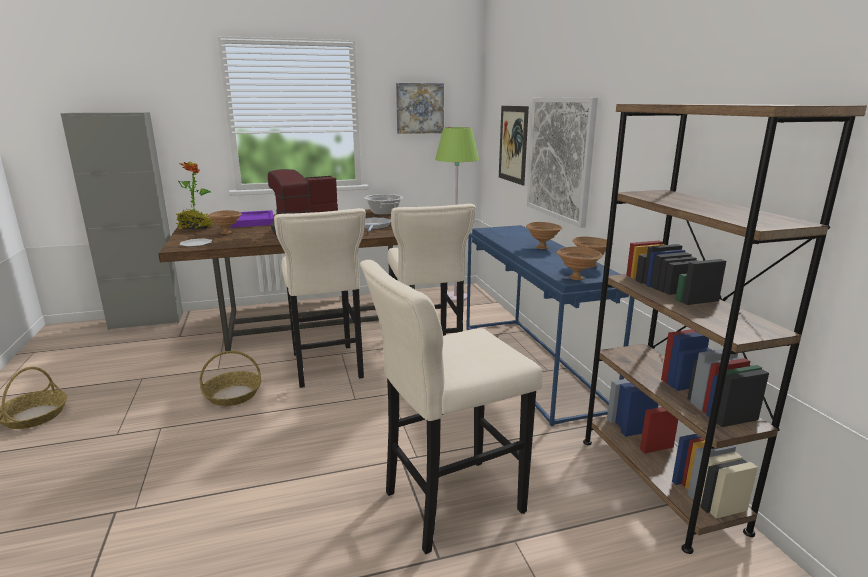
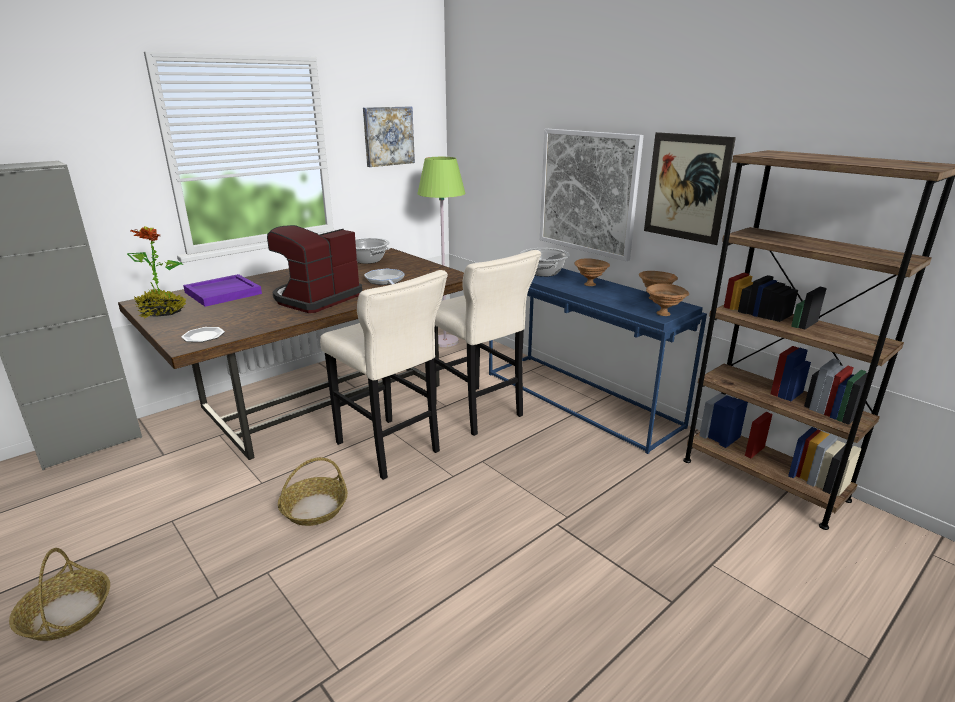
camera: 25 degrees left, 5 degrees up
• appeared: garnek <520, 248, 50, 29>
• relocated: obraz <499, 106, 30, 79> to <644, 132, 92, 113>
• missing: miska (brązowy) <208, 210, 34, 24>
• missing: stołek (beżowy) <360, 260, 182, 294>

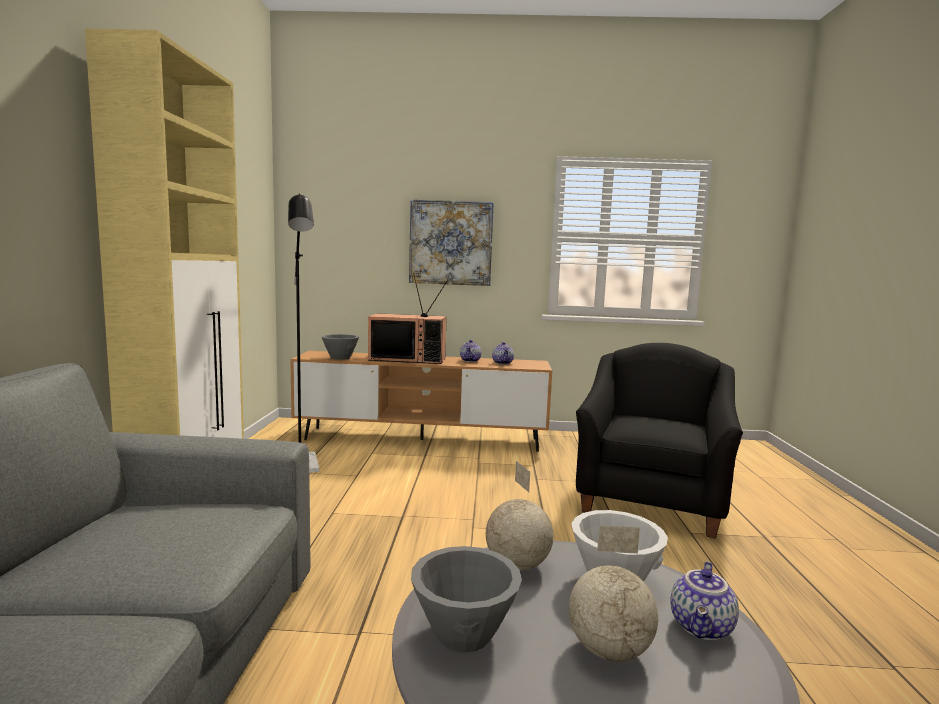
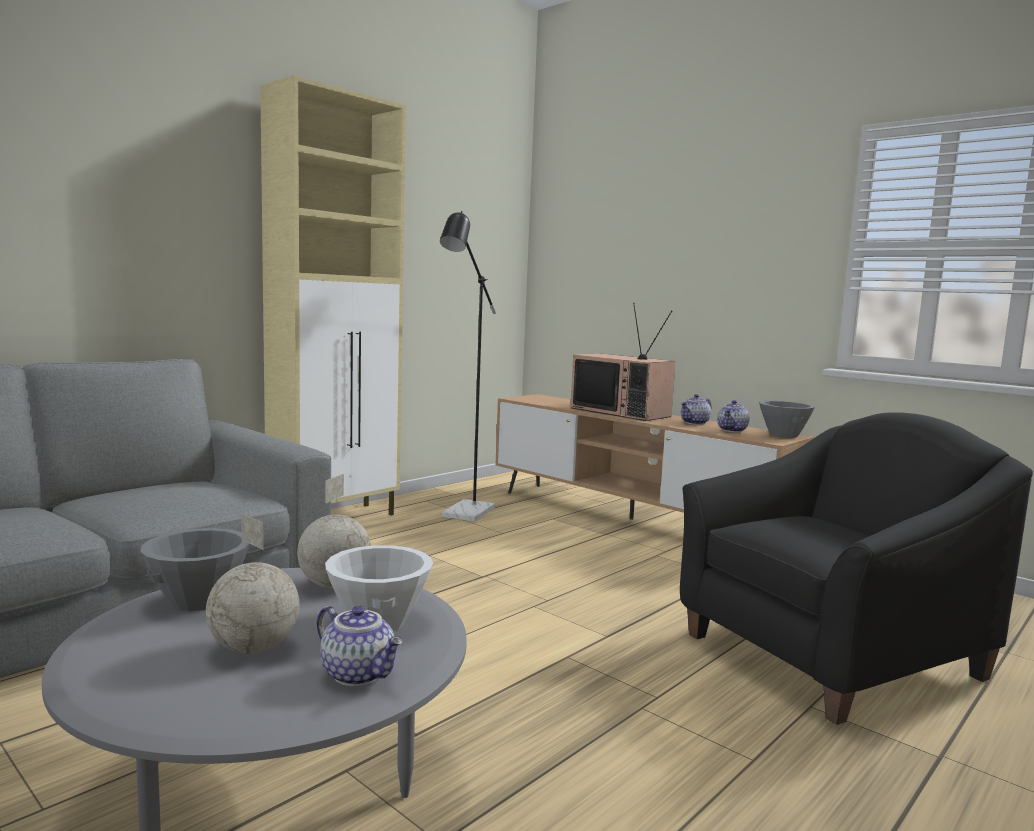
camera: 40 degrees right, 0 degrees up
• spun: imbryk <670, 561, 69, 79> = <317, 606, 86, 80> 120 degrees counterclockwise
• relocated: miska (szary) <322, 334, 37, 26> to <759, 401, 56, 37>
• missing: obraz <409, 200, 85, 86>

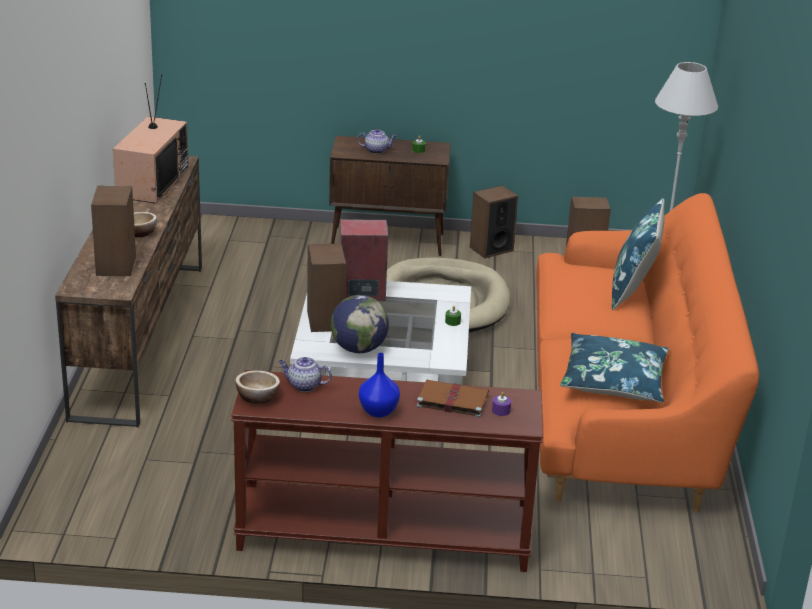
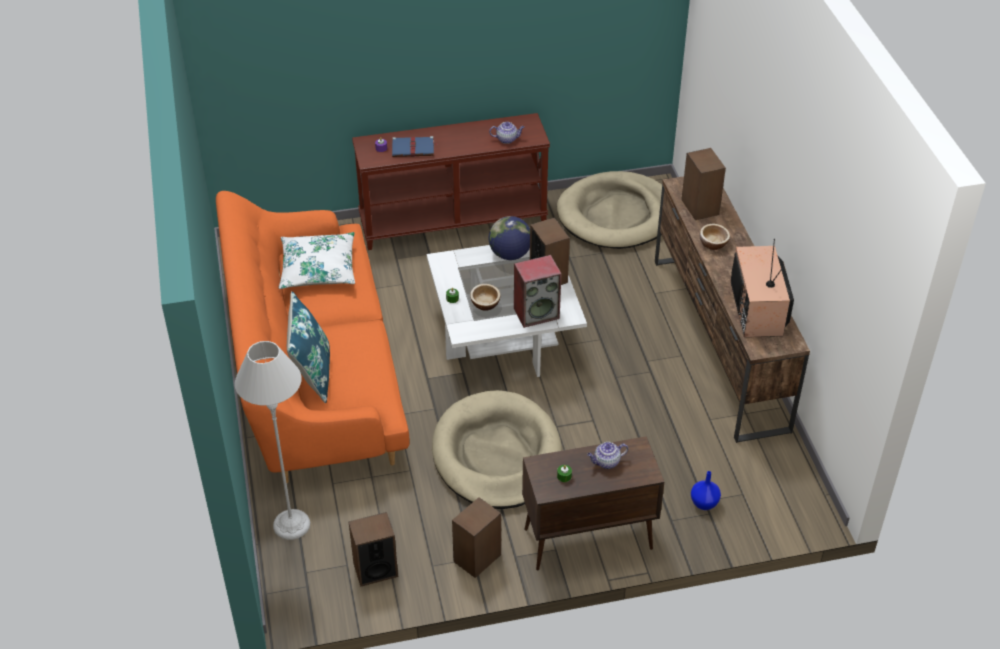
camera: 165 degrees right, 15 degrees up
• colour: poduszka (niebieski) <560, 333, 109, 70> to poduszka (biały) <279, 232, 76, 57>
• colour: książka (brązowy) <412, 380, 77, 38> to książka (niebieski) <392, 136, 45, 21>
• relocated: miska <235, 371, 45, 33> to <470, 284, 30, 27>
• appeared: legowisko (beżowy) <557, 171, 105, 78>
• relocated: wazon (niebieski) <359, 353, 41, 65> to <691, 471, 30, 39>

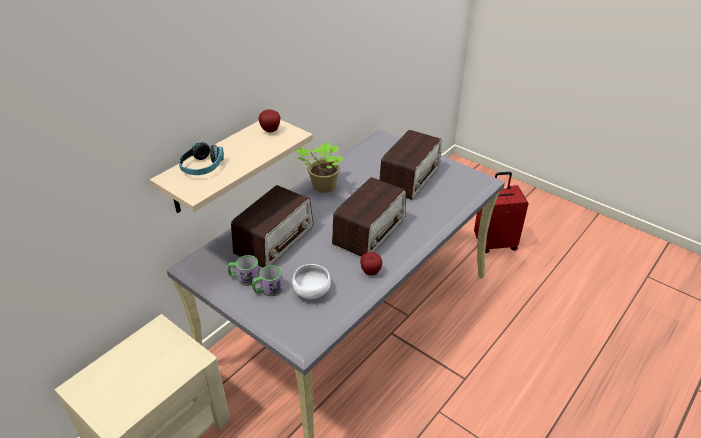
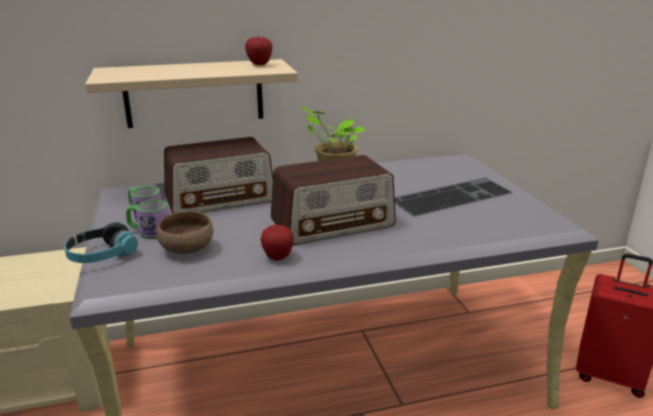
camera: 35 degrees right, 15 degrees down
• relocated: słuchawki <179, 142, 45, 33> to <64, 222, 74, 41>
• colour: miska (biały) <292, 264, 39, 35> to miska (brązowy) <157, 211, 56, 43>
• exchanged: radio <379, 130, 63, 70> to klawiatura <395, 178, 118, 39>

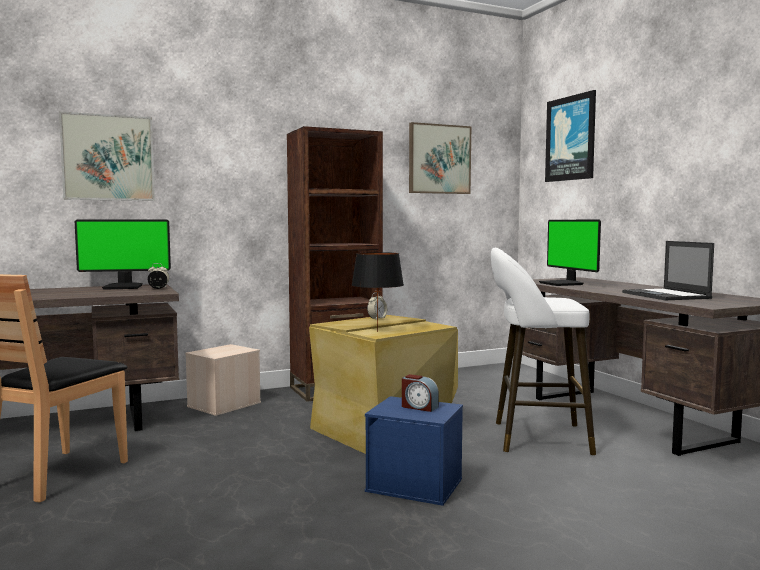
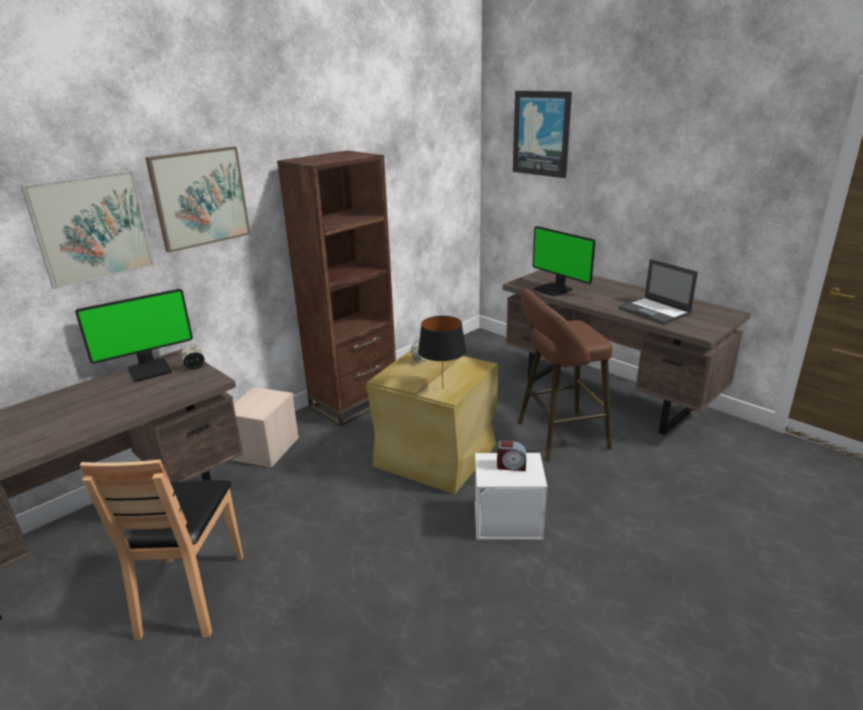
camera: 20 degrees left, 20 degrees up
• relocated: obraz <409, 122, 62, 72> to <145, 146, 105, 107>
• colour: pojemnik do przechowywania (niebieski) <365, 396, 98, 110> to pojemnik do przechowywania (biały) <475, 453, 72, 87>
• colour: stołek (biały) <491, 247, 105, 208> to stołek (brązowy) <518, 289, 95, 172>

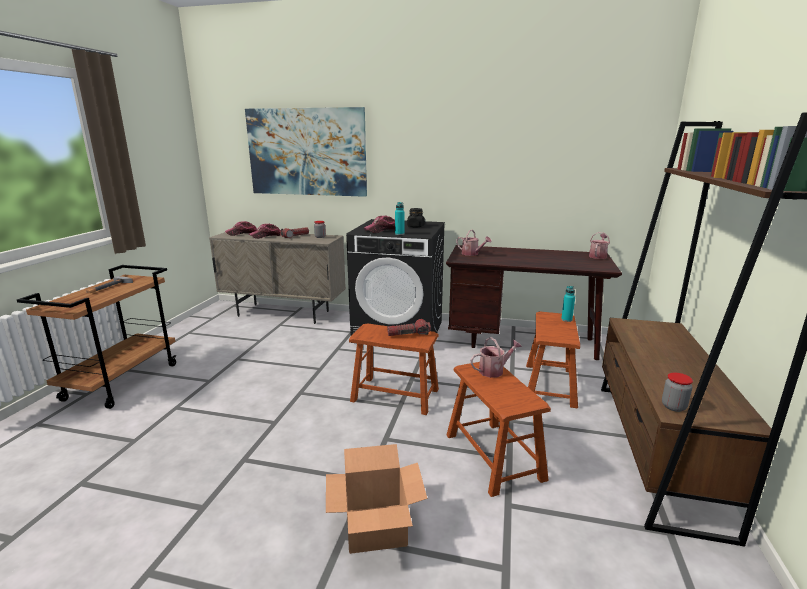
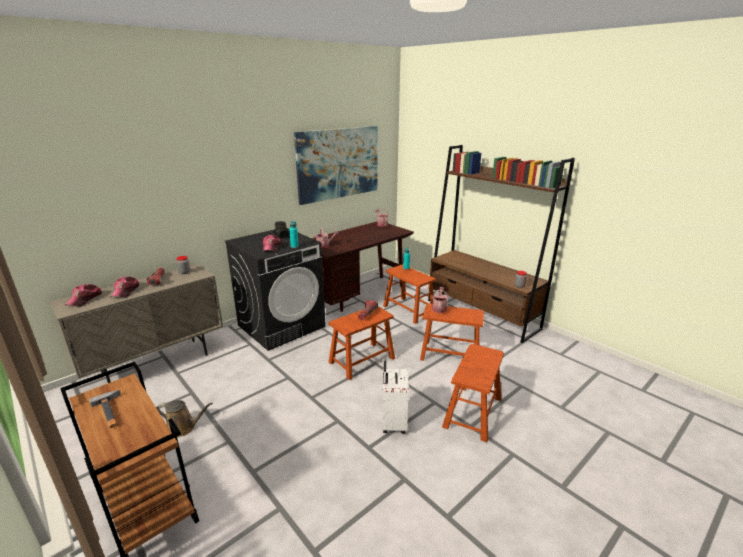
camera: 55 degrees left, 5 degrees up
• appeared: konewka (brązowy) <156, 400, 57, 38>
• relocated: obraz <245, 107, 122, 90> to <294, 126, 84, 79>
• appeared: walizka (biały) <382, 361, 27, 73>
• exchanged: karton <326, 444, 101, 110> to stołek (brązowy) <442, 344, 62, 98>

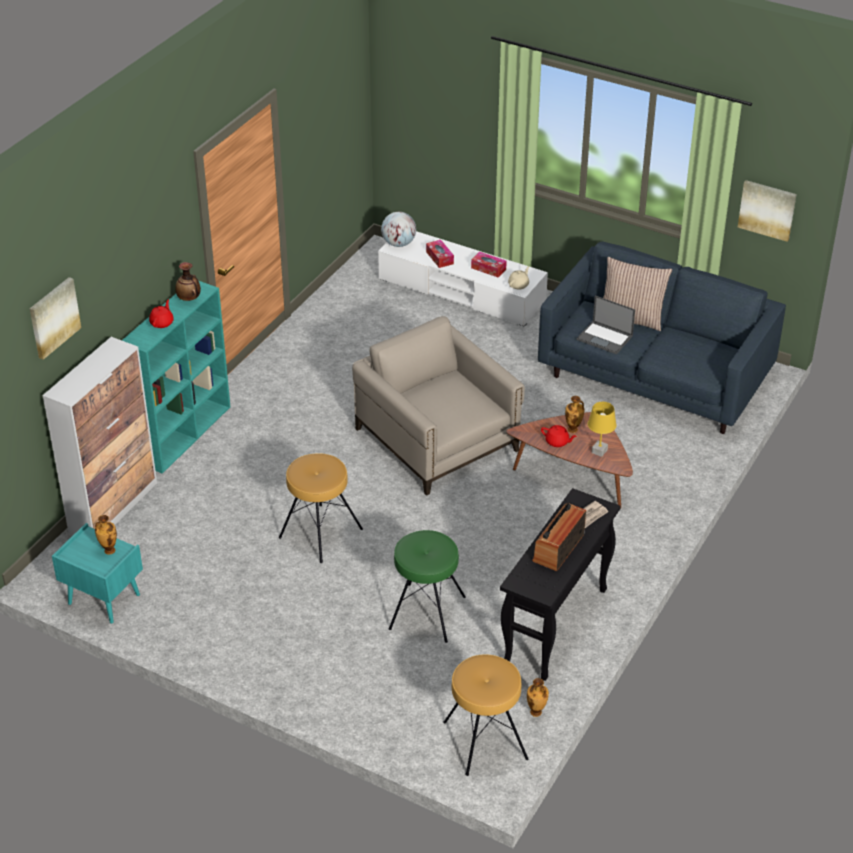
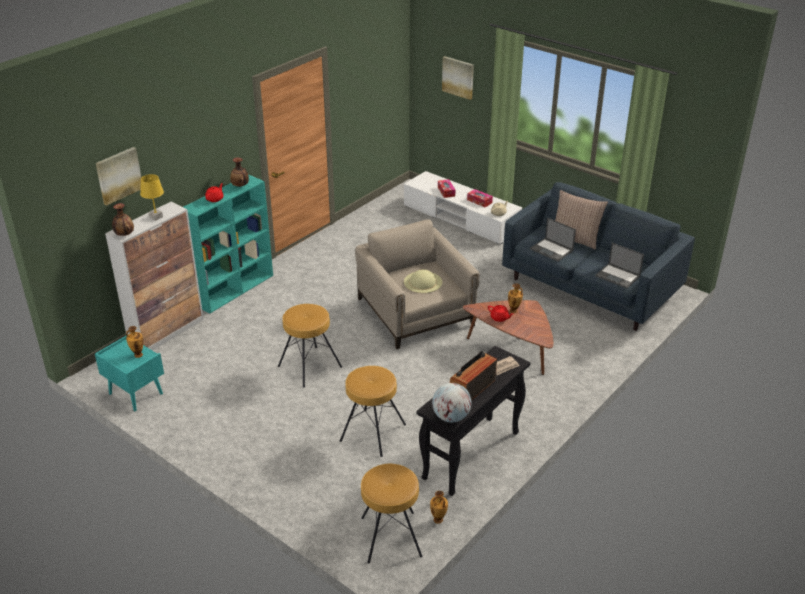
camera: 10 degrees right, 5 degrees down
• appeared: wazon <112, 203, 22, 33>
• relocated: lampa stołowa (żółty) <587, 402, 30, 55> to <140, 174, 24, 47>
• colour: stołek (zielony) <389, 530, 77, 113> to stołek (brązowy) <340, 366, 66, 91>
• appeared: kapelusz (beżowy) <404, 269, 38, 24>
• relocated: globus <381, 212, 35, 35> to <432, 383, 39, 39>
• relocated: obraz <738, 180, 58, 62> to <442, 56, 32, 44>
• appeared: laptop <595, 243, 49, 46>

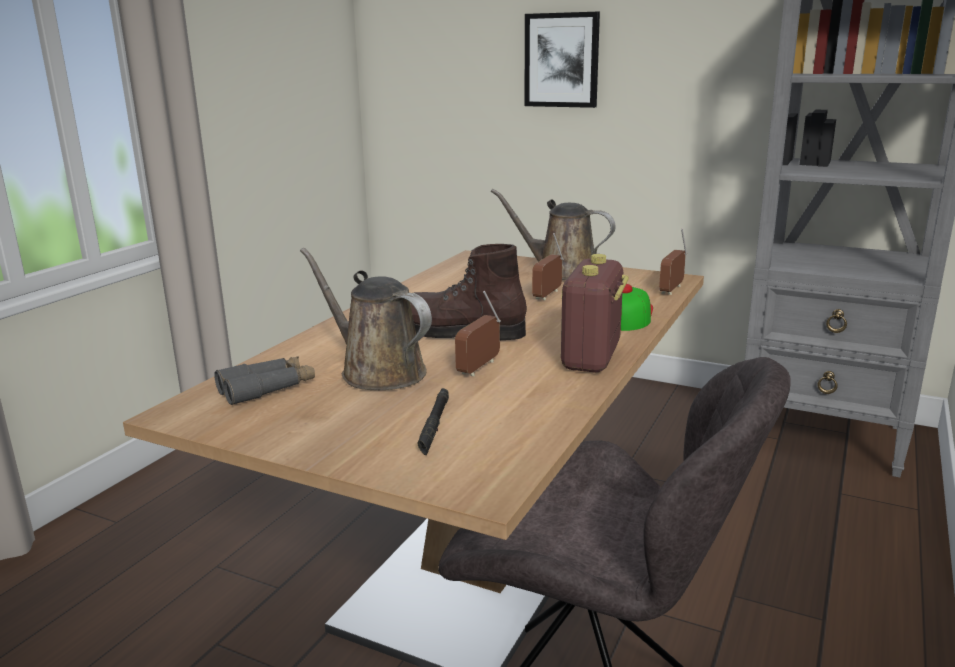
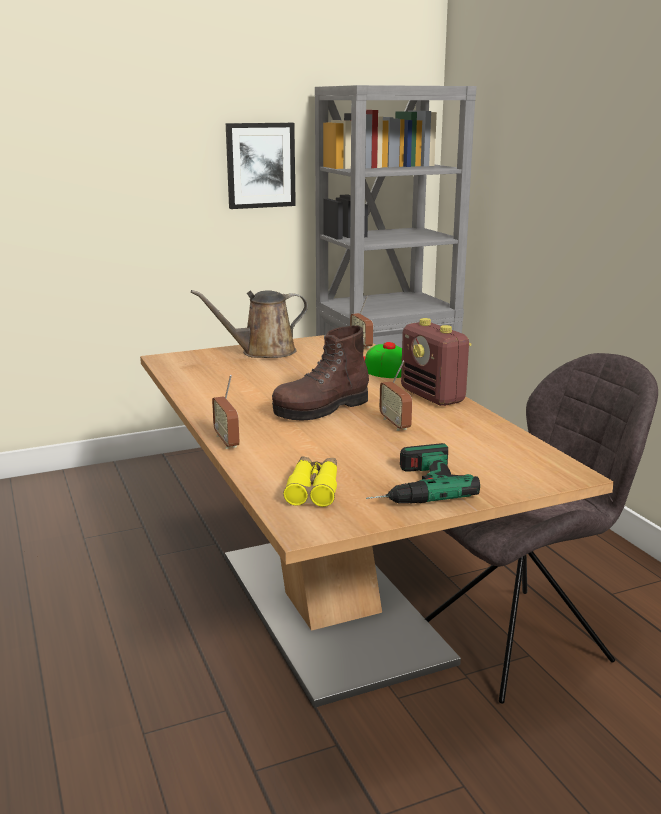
camera: 50 degrees left, 0 degrees up
• relocated: radio <532, 233, 32, 67> to <212, 375, 28, 74>
• relocated: obraz <524, 12, 76, 96> to <226, 123, 70, 86>
• colour: lornetka (szary) <214, 356, 101, 49> to lornetka (żółty) <283, 456, 54, 51>
• appeared: wiertarka <366, 443, 114, 61>
• missing: konewka (brązowy) <300, 248, 132, 142>
• missing: latarka (czarny) <418, 388, 31, 67>

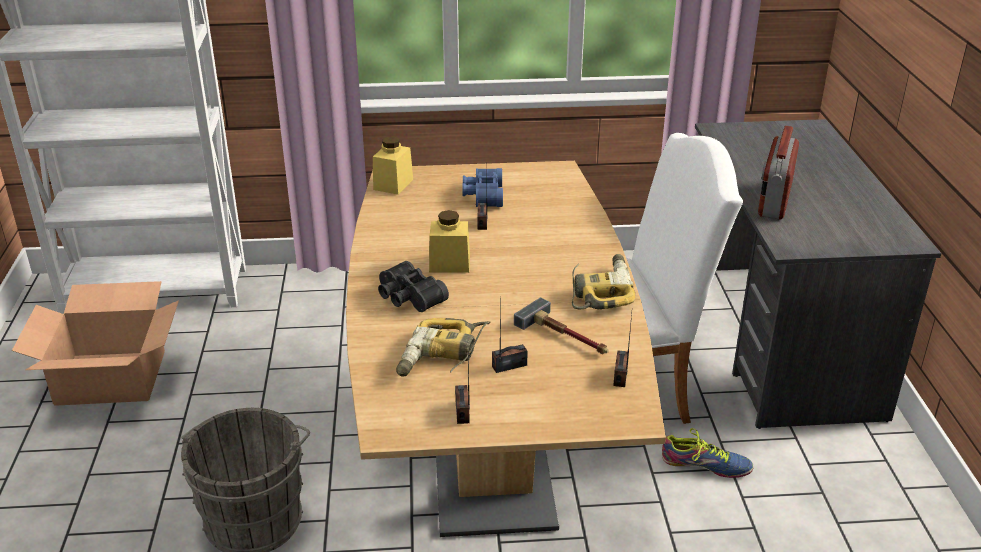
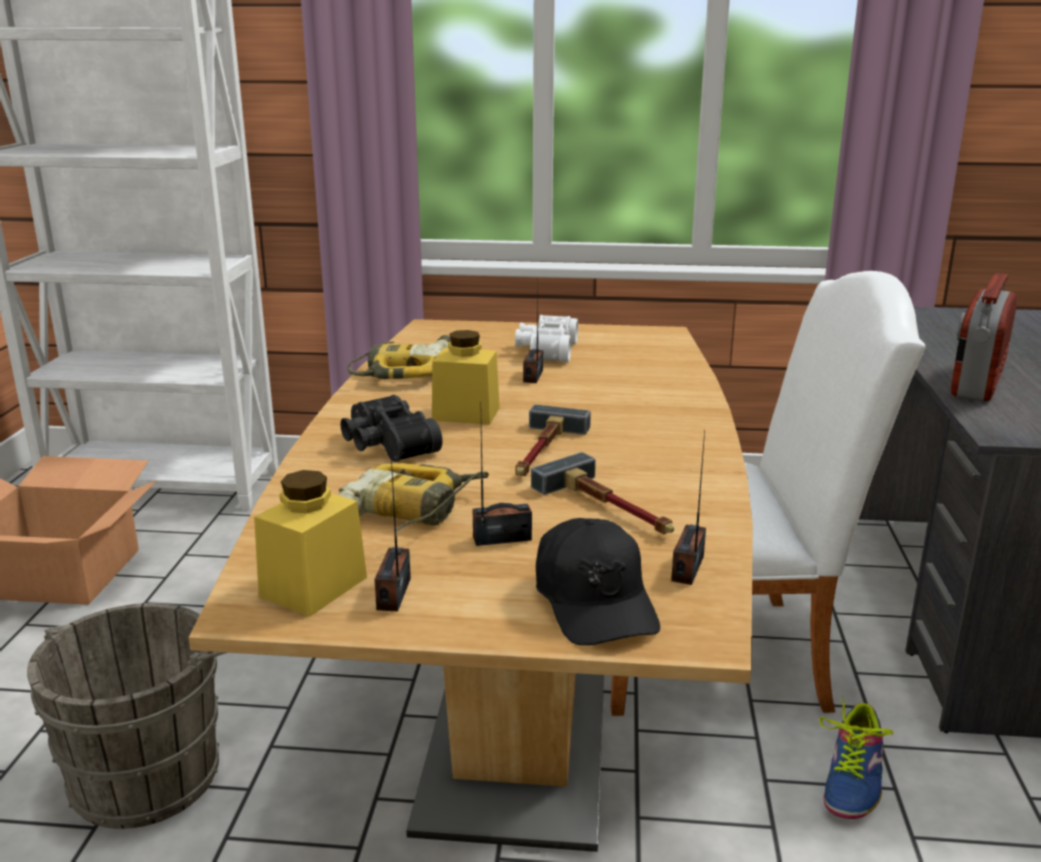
camera: 10 degrees right, 10 degrees down
• relocated: słoik (żółty) <373, 136, 40, 59> to <254, 470, 113, 147>
• relocated: wiertarka <572, 254, 63, 55> to <348, 335, 103, 44>
• colour: lornetka (niebieski) <462, 168, 41, 39> to lornetka (biały) <515, 315, 63, 47>
• appeared: młotek <515, 404, 76, 72>
• appeared: czapka z daszkiem (czarny) <536, 518, 124, 128>
• spun: but <662, 428, 91, 50> = <820, 696, 73, 123> 90 degrees clockwise

